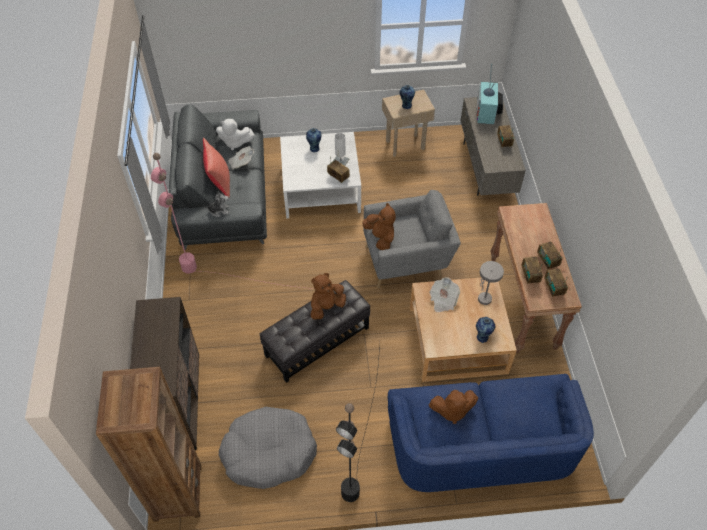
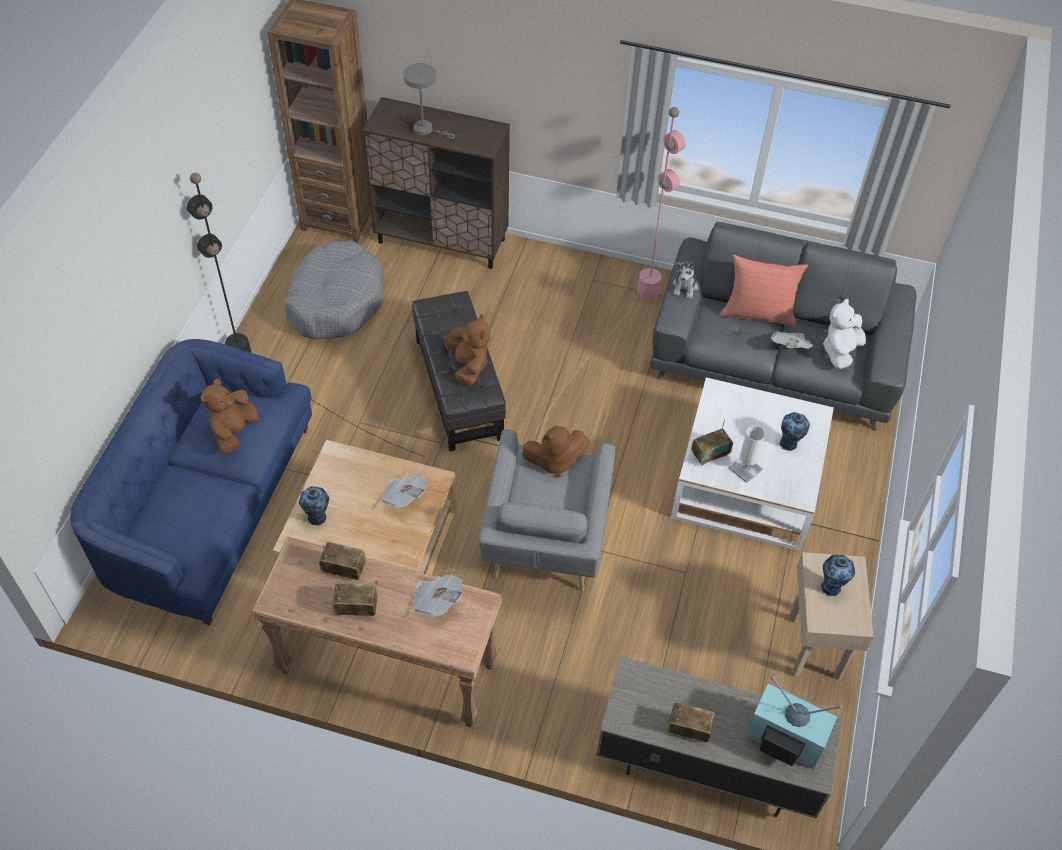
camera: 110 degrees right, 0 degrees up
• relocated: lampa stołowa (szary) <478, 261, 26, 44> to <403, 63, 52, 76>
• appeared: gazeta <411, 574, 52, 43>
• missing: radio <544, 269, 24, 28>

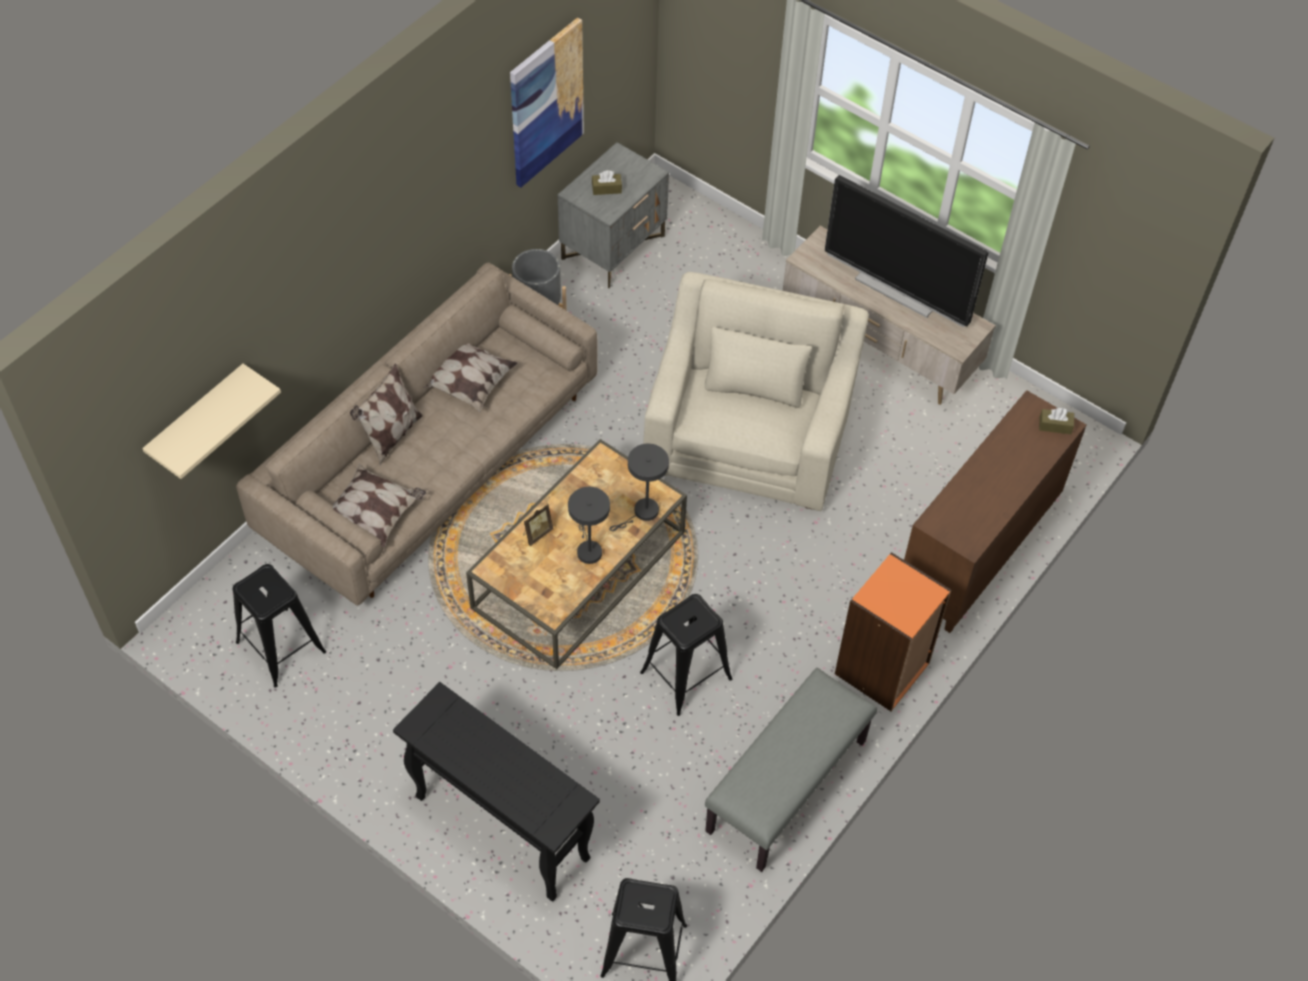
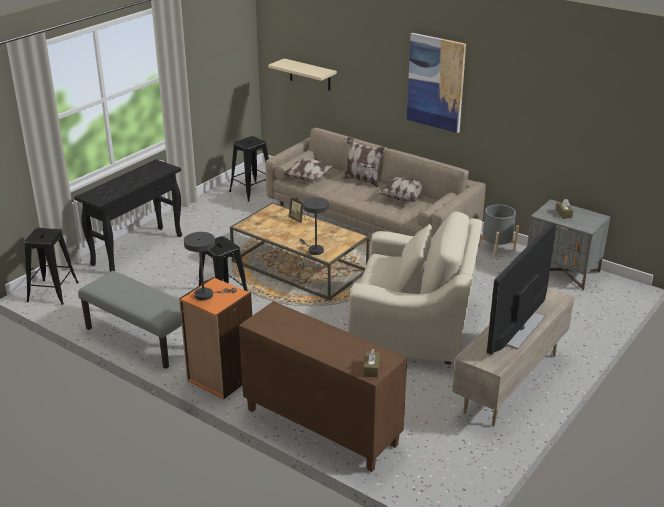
camera: 90 degrees right, 25 degrees down
• relocated: lampa stołowa (szary) <568, 487, 42, 77> to <184, 232, 53, 68>
• relocated: obraz <510, 17, 74, 171> to <407, 33, 59, 100>

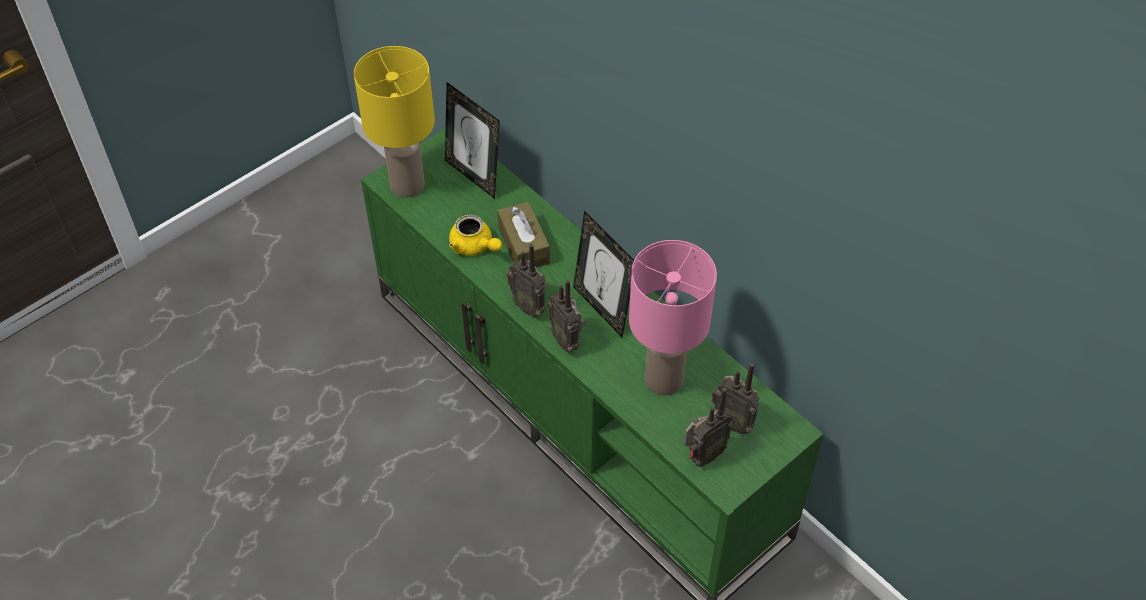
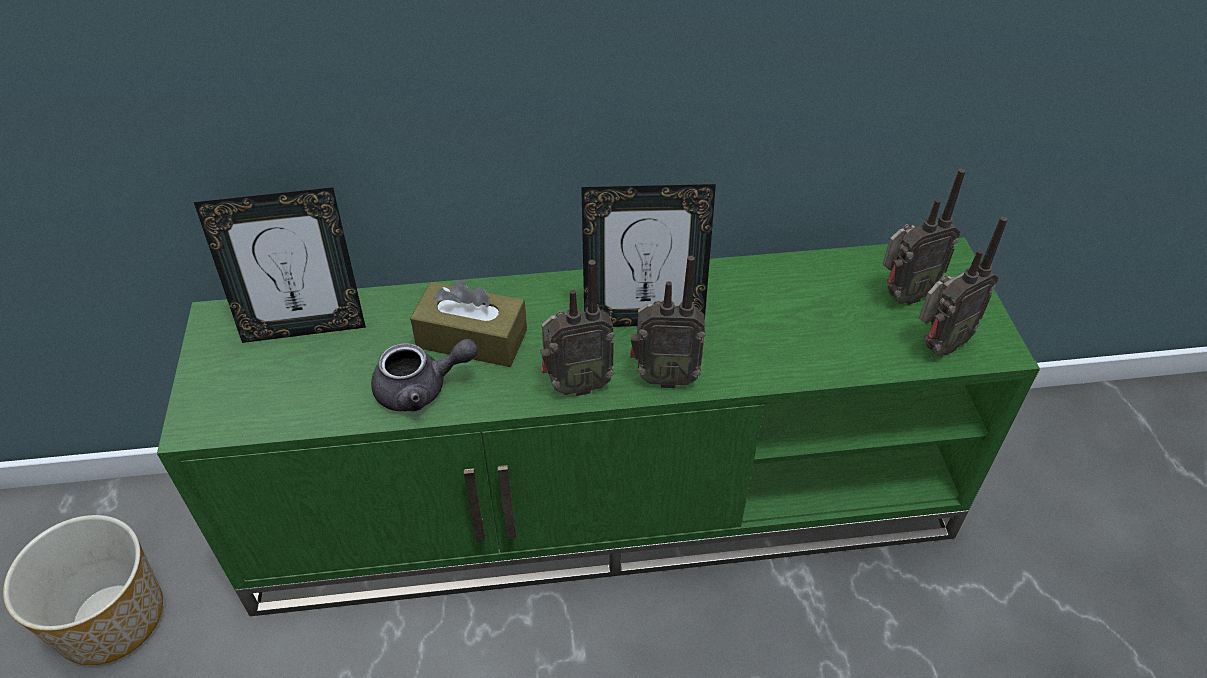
camera: 55 degrees left, 5 degrees down
• appeared: donica <3, 515, 160, 150>
• colour: imbryk (żółty) <449, 215, 53, 41> to imbryk (szary) <371, 339, 107, 72>
• spun: radio <684, 388, 49, 79> = <919, 216, 89, 140> 60 degrees clockwise
• missing: lampa stołowa (żółty) <354, 46, 81, 152>
• missing: lampa stołowa (różowy) <629, 240, 88, 156>

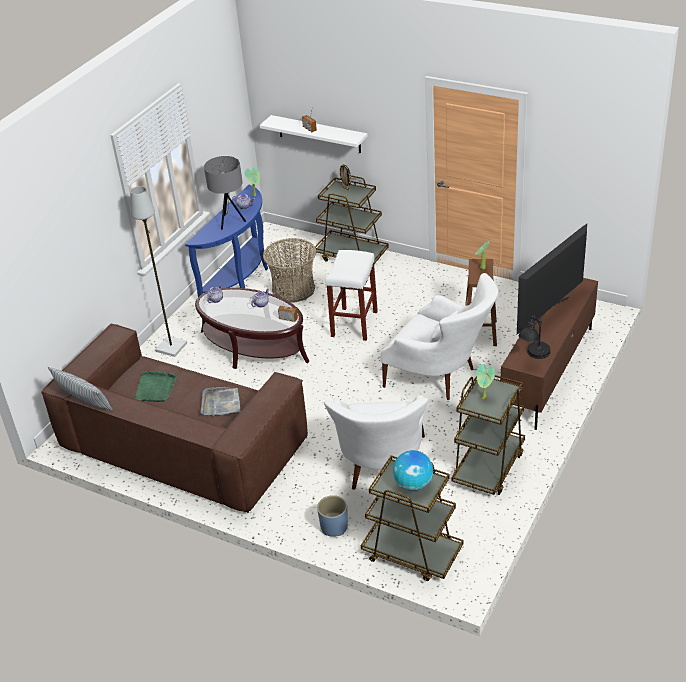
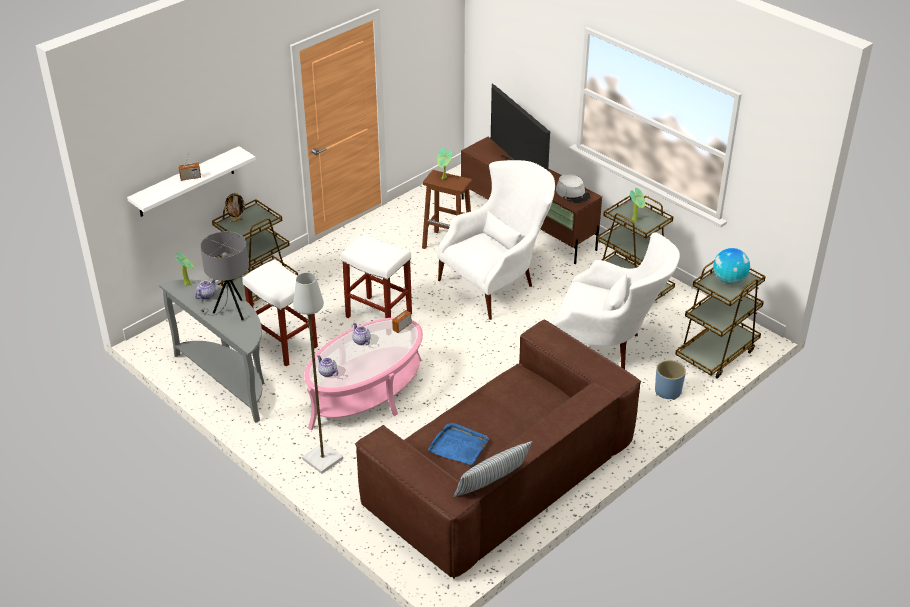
camera: 75 degrees left, 0 degrees up
• colour: stolik konsolowy (niebieski) <185, 185, 83, 112> to stolik konsolowy (szary) <159, 280, 106, 143>
• exchanged: koszyk <263, 238, 53, 65> to stołek (biały) <242, 259, 76, 107>
• colour: ława (brązowy) <195, 288, 114, 81> to ława (różowy) <304, 317, 119, 113>
• colour: taca (zielony) <135, 371, 42, 31> to taca (niebieski) <428, 422, 61, 43>
• exchanged: lampa stołowa (czarny) <519, 315, 32, 44> to kapelusz (szary) <556, 174, 35, 29>
• missing: taca (szary) <201, 387, 39, 29>

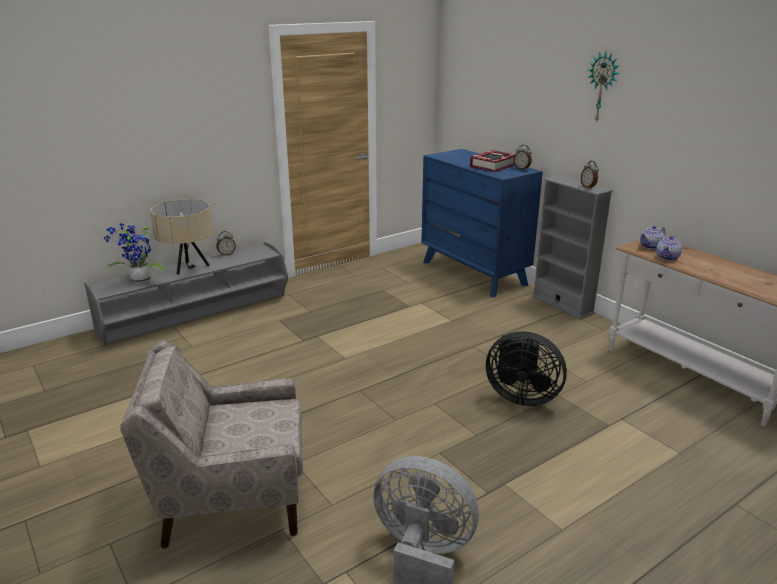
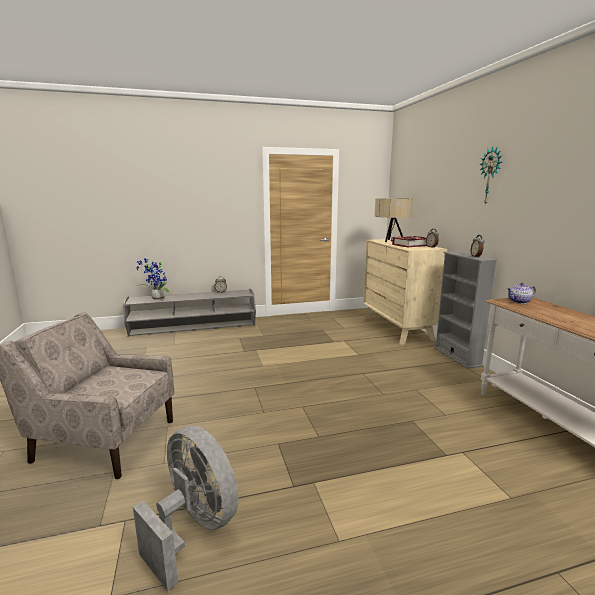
camera: 20 degrees right, 10 degrees down
• colour: komoda (niebieski) <421, 149, 122, 149> to komoda (beżowy) <363, 239, 84, 106>
• relocated: lampa stołowa (beżowy) <150, 199, 63, 76> to <374, 198, 39, 44>
• missing: wentylator (czarny) <486, 331, 81, 75>
• missing: imbryk <656, 236, 26, 25>

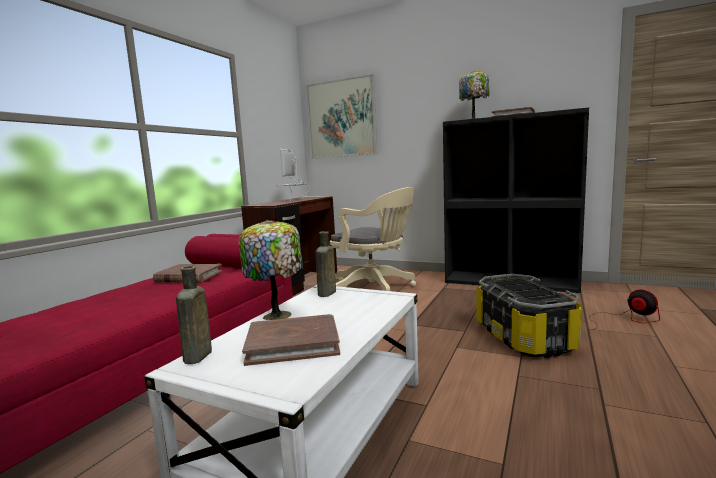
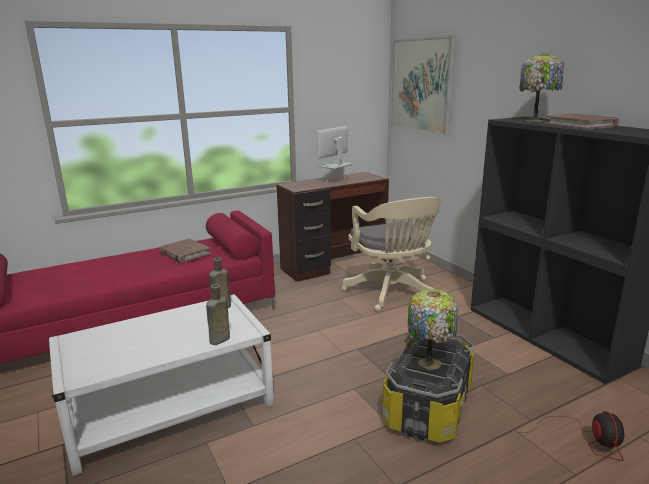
camera: 35 degrees right, 10 degrees up
• relocated: butelka (brązowy) <176, 266, 36, 98> to <206, 284, 24, 61>
• relocated: lampa stołowa <239, 220, 64, 100> to <407, 289, 51, 81>
• missing: książka (brązowy) <242, 314, 98, 52>

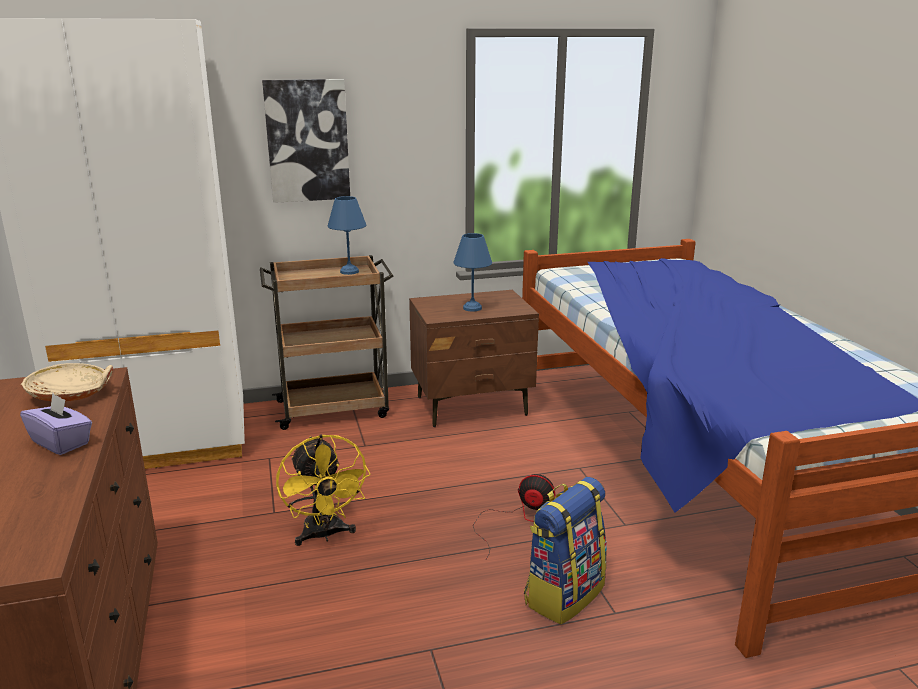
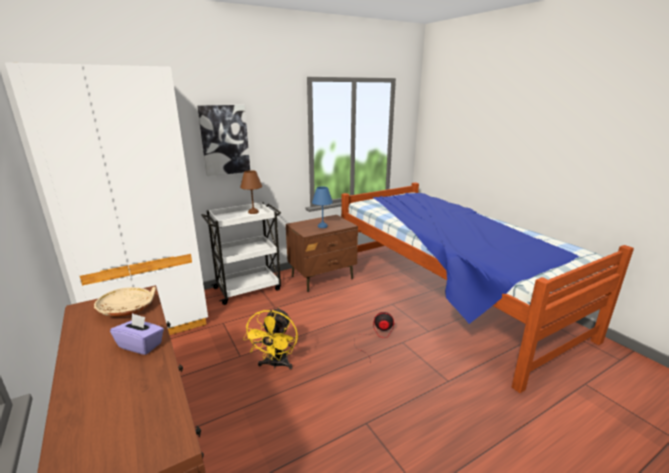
camera: 15 degrees left, 0 degrees up
• colour: wózek (brązowy) <260, 255, 134, 175> to wózek (biały) <201, 202, 80, 103>
• colour: lampa stołowa (niebieski) <328, 196, 38, 79> to lampa stołowa (brązowy) <240, 170, 22, 44>
• spun: wentylator (żółty) <276, 434, 94, 112> = <243, 308, 55, 61> 45 degrees clockwise
• missing: plecak <524, 477, 83, 148>

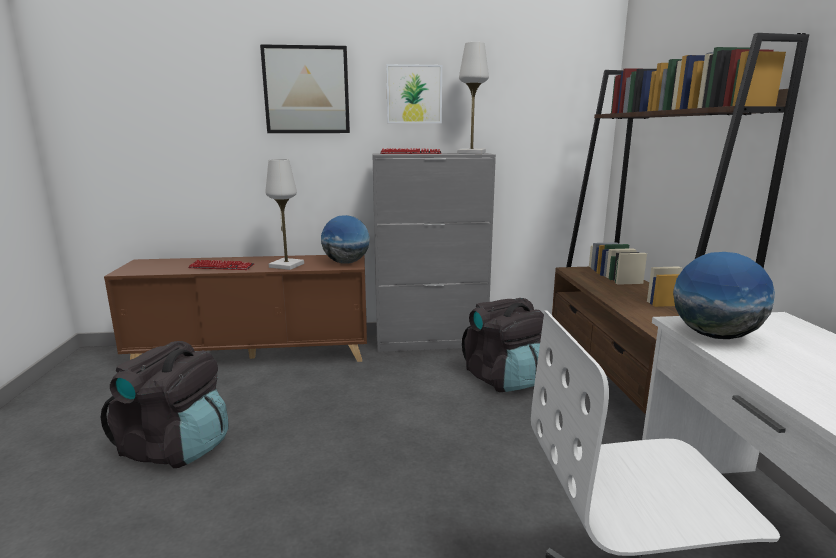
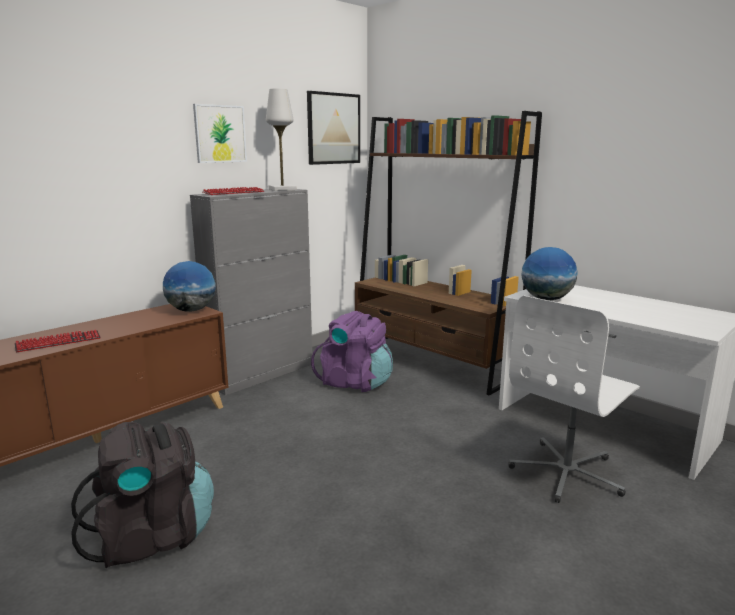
camera: 40 degrees left, 0 degrees up
• relocated: obraz <260, 44, 90, 89> to <307, 91, 53, 74>
• colour: plecak (czarny) <462, 298, 82, 94> to plecak (fioletowy) <311, 311, 82, 81>
• missing: lampa stołowa (biały) <265, 159, 39, 111>

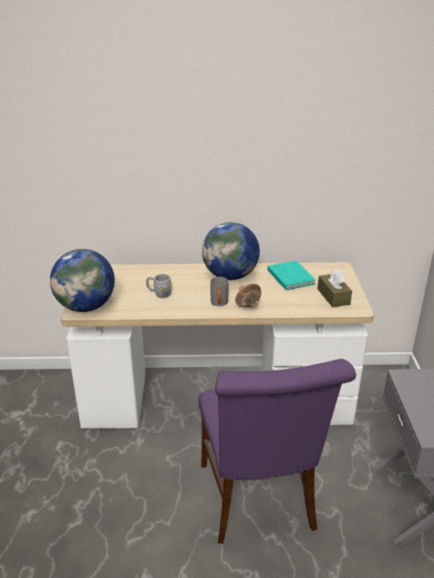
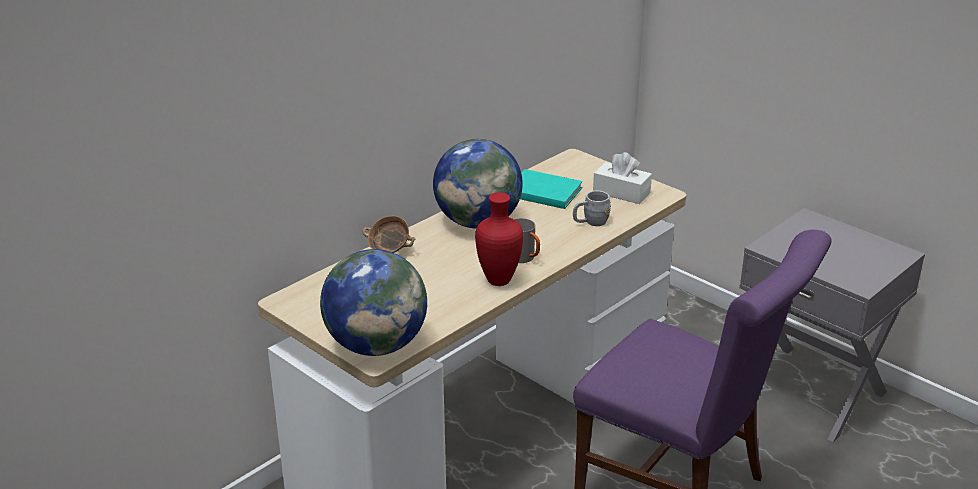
camera: 45 degrees left, 0 degrees up
• relocated: miska <235, 284, 26, 24> to <363, 216, 52, 37>
• appeared: wazon (czerwony) <475, 192, 48, 94>
• relocated: kubek (szary) <146, 274, 26, 24> to <573, 191, 38, 35>
• colour: pudełko chusteczek (brązowy) <317, 268, 35, 39> to pudełko chusteczek (biały) <593, 152, 59, 52>

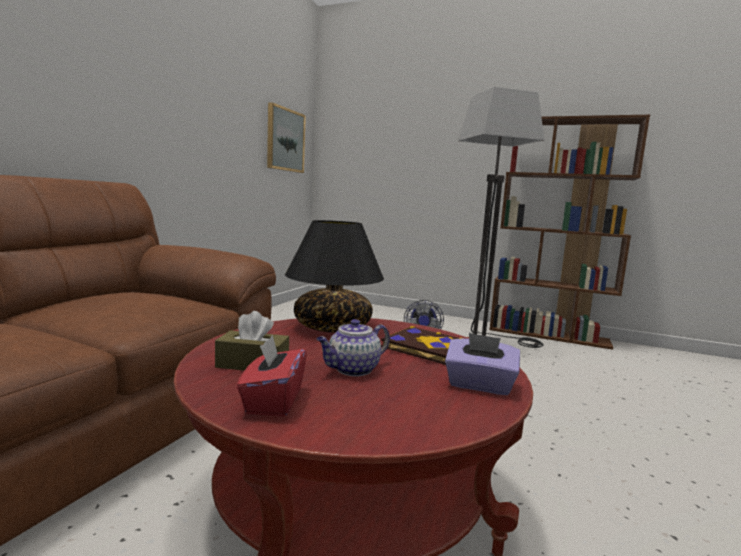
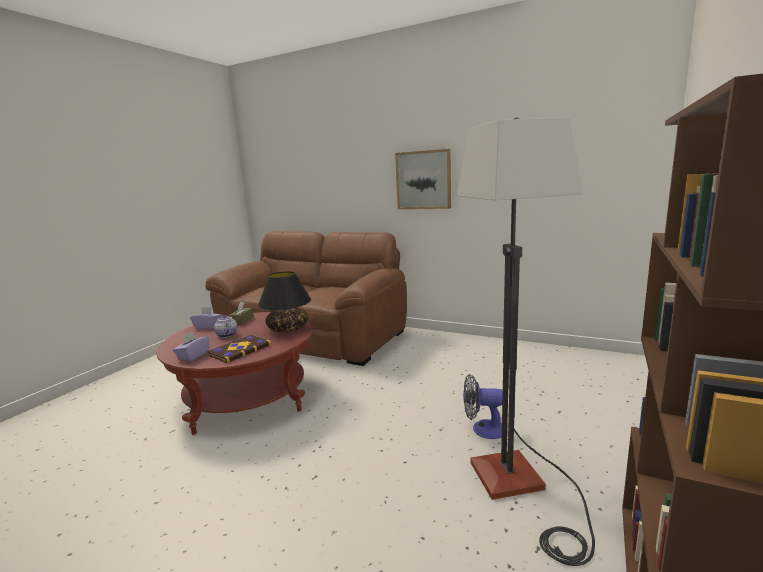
camera: 95 degrees right, 5 degrees up
• colour: pudełko chusteczek (czerwony) <237, 335, 70, 82> to pudełko chusteczek (fioletowy) <190, 307, 32, 22>
• relocated: obraz <267, 102, 39, 71> to <395, 149, 56, 60>

